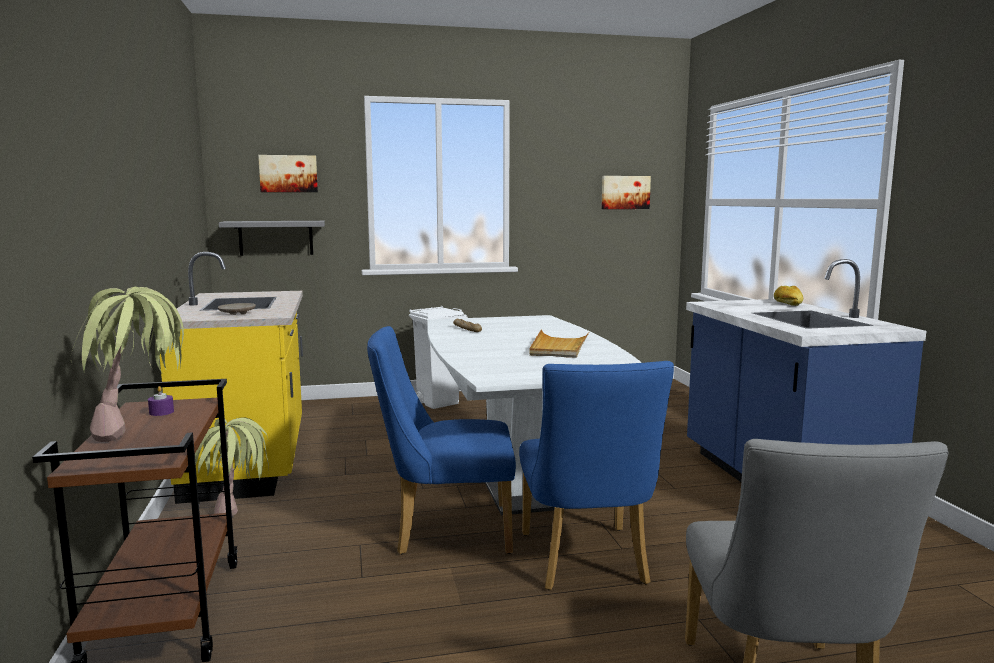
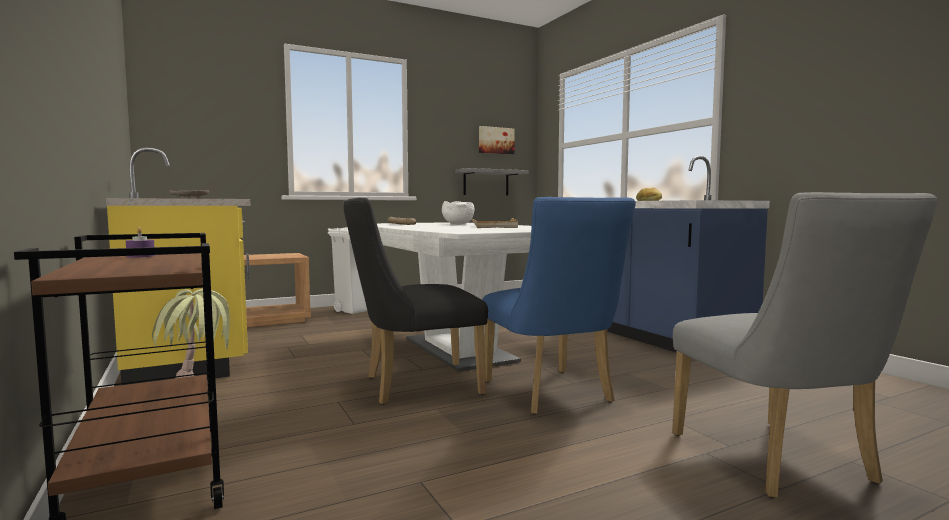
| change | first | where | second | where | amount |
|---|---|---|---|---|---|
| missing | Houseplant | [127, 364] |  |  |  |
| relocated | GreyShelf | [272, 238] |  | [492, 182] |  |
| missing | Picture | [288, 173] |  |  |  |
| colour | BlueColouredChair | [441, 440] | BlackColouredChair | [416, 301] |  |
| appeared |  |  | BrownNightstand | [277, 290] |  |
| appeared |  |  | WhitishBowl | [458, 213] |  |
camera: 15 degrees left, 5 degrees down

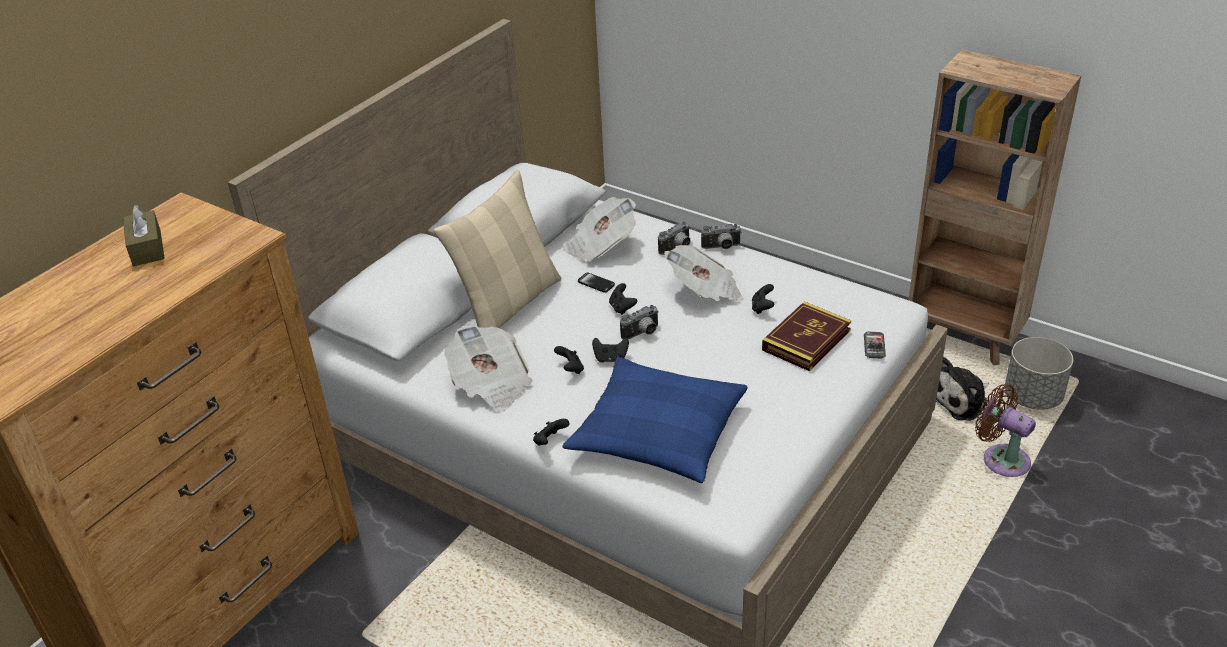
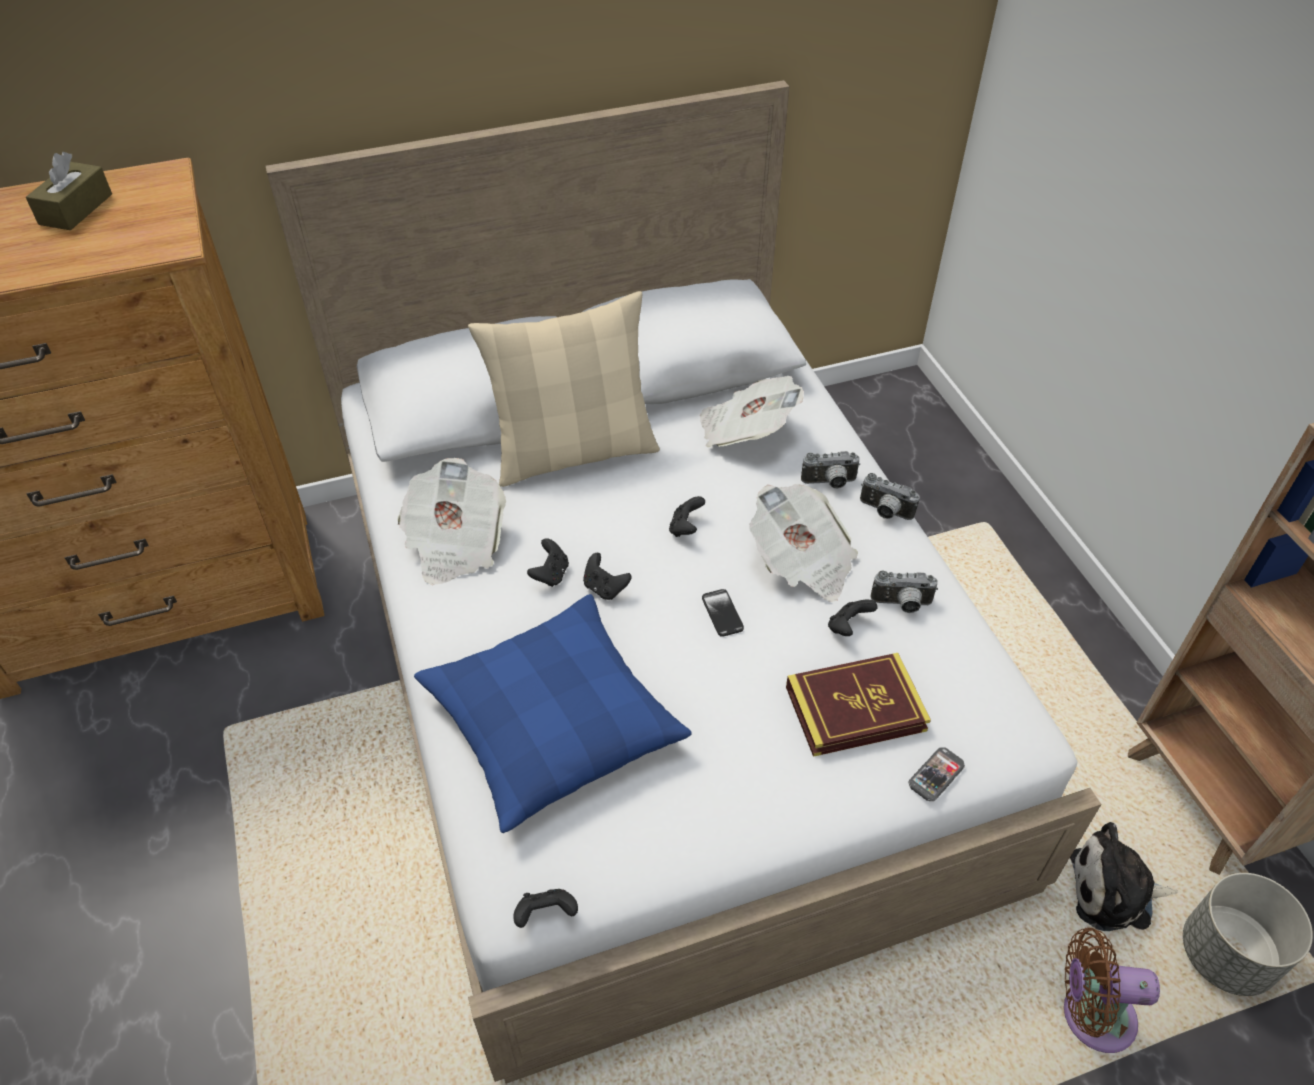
| change | first | where | second | where | amount |
|---|---|---|---|---|---|
| relocated | BlackColouredGameController | [551, 432] |  | [545, 908] |  |
| relocated | Telephone | [596, 283] |  | [723, 613] |  |
| relocated | PhotoCamera | [639, 322] |  | [904, 592] |  |
| spun | BrownFan | [1005, 430] |  | [1112, 990] | 75 degrees counterclockwise |
camera: 35 degrees right, 10 degrees up

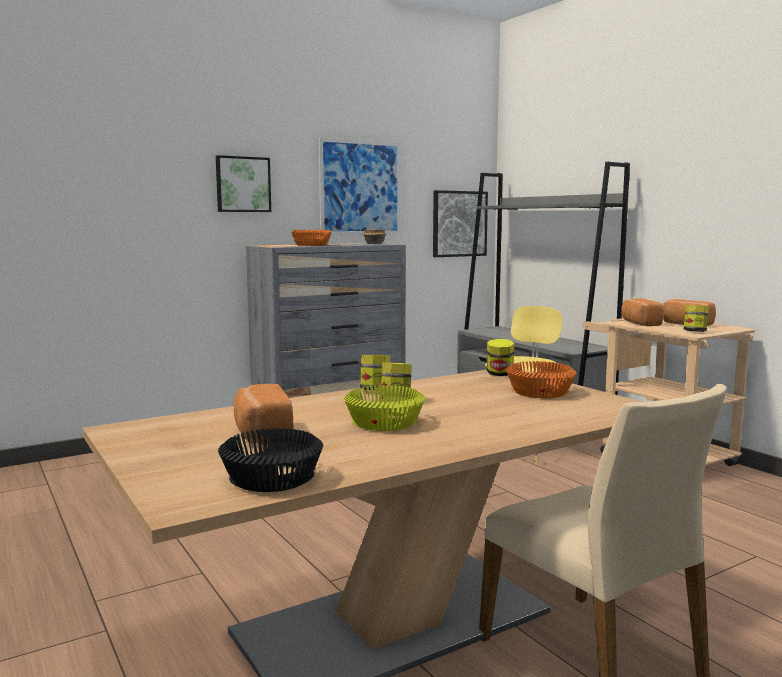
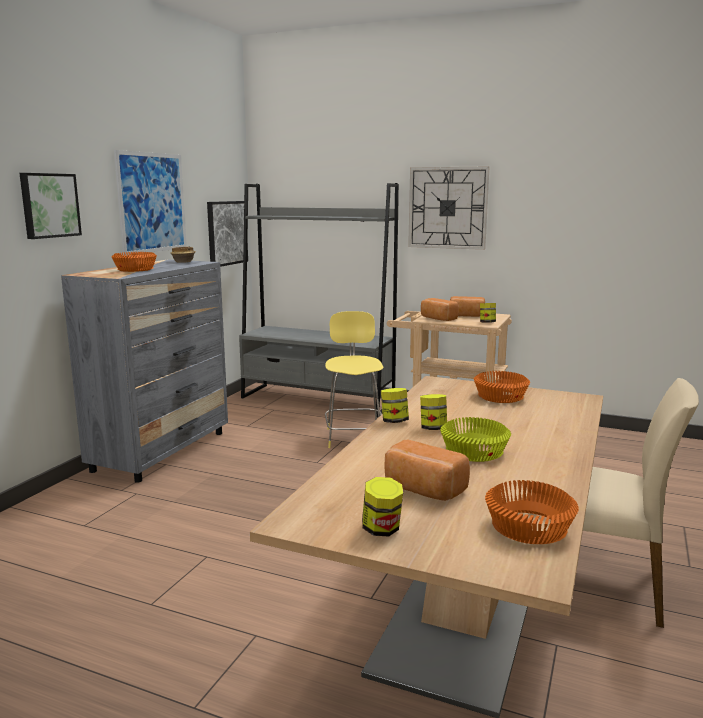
| change | first | where | second | where | amount |
|---|---|---|---|---|---|
| colour | BlackColouredBowl | [270, 460] | OrangeColouredBowl | [532, 512] |  |
| relocated | PreserveJar | [500, 357] |  | [382, 506] |  |
| appeared |  |  | WallClock | [448, 208] |  |
camera: 35 degrees left, 5 degrees up

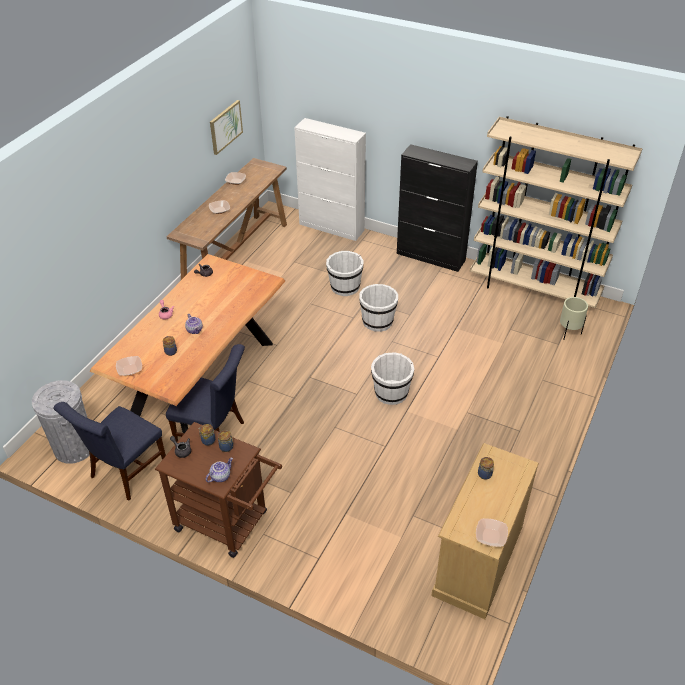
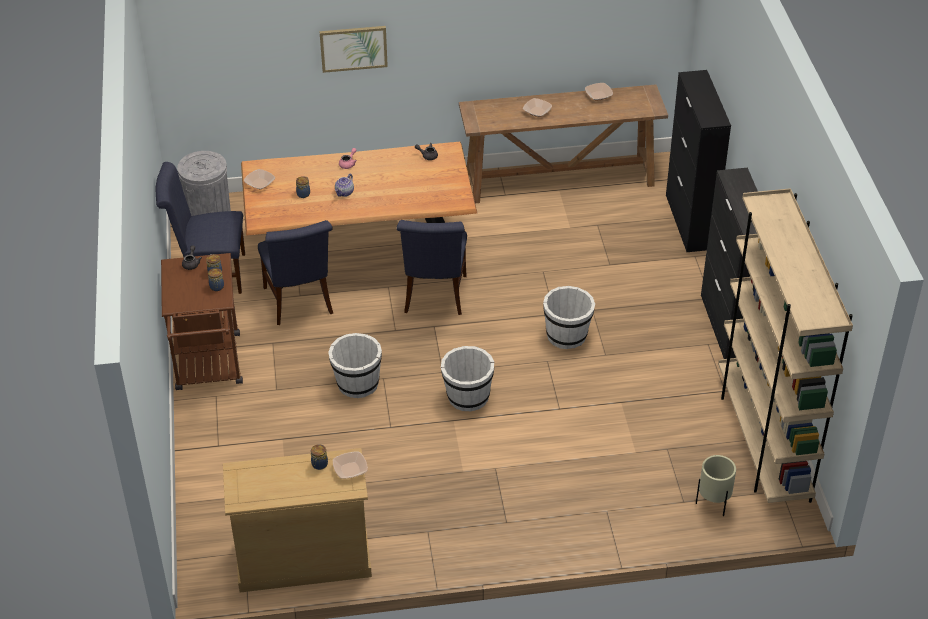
| change | first | where | second | where | amount |
|---|---|---|---|---|---|
| missing | PotForTea | [219, 470] |  |  |  |
| relocated | Picture | [226, 127] |  | [353, 49] |  |
| colour | WhitishCupboard | [330, 179] | BlackColouredCupboard | [698, 161] |  |
| relocated | WhitishBucket | [344, 273] |  | [355, 365] |  |
| relocated | Bowl | [492, 532] |  | [350, 465] |  |
| appeared |  |  | BlueColouredChair | [432, 267] |  |
camera: 55 degrees right, 0 degrees up

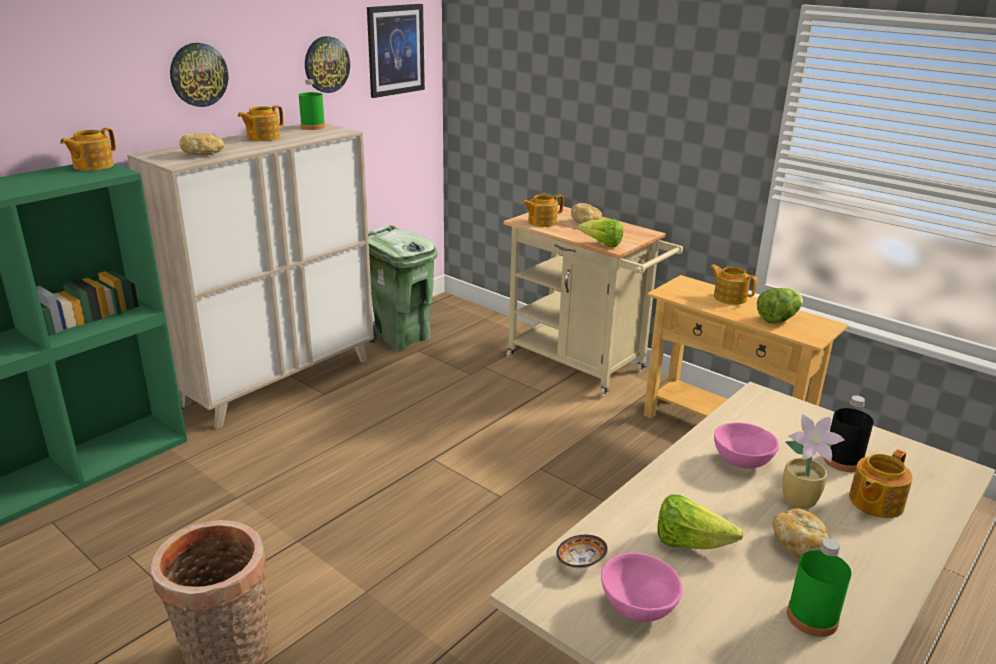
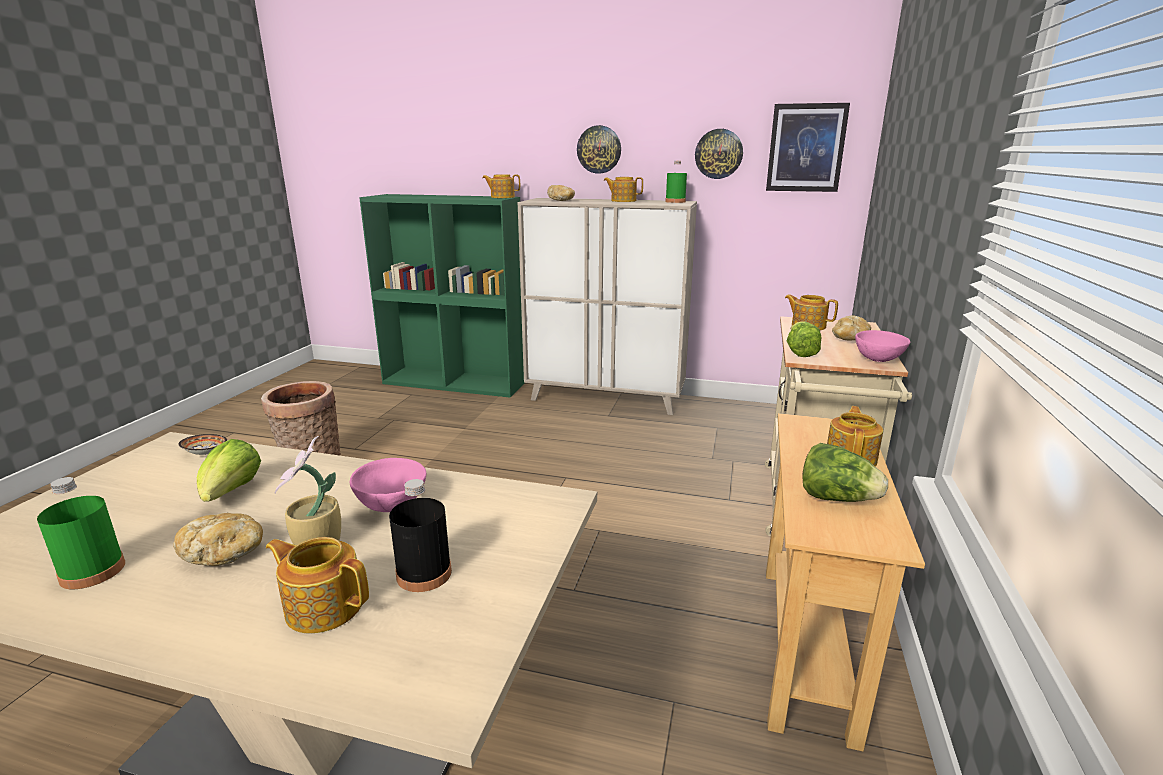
| change | first | where | second | where | amount |
|---|---|---|---|---|---|
| missing | GreenColouredTrashCan | [402, 288] |  |  |  |
| relocated | PinkColouredBowl | [641, 587] |  | [882, 346] |  |
camera: 65 degrees right, 5 degrees down

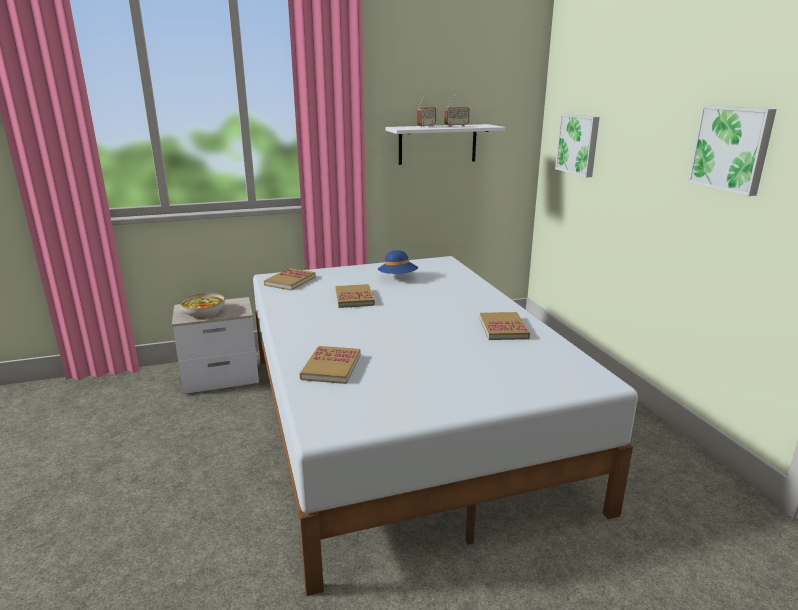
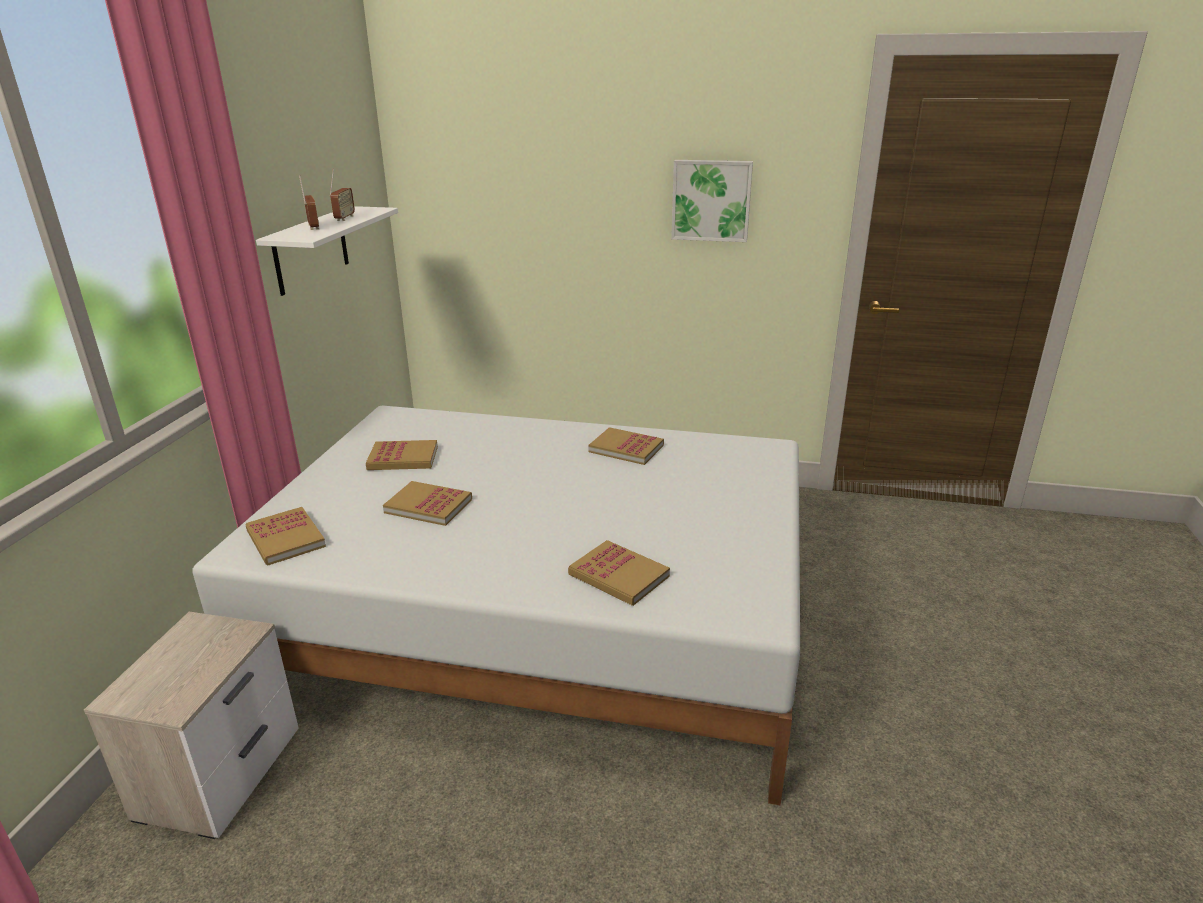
| change | first | where | second | where | amount |
|---|---|---|---|---|---|
| missing | Bowl | [202, 306] |  |  |  |
| exchanged | BlueColouredWearableHat | [398, 262] | BoundBook | [402, 455] |  |
| missing | Picture | [577, 146] |  |  |  |
camera: 60 degrees left, 5 degrees up

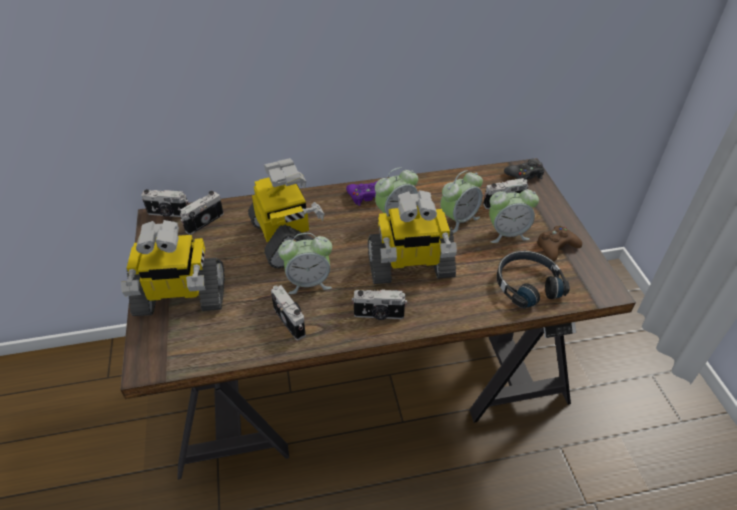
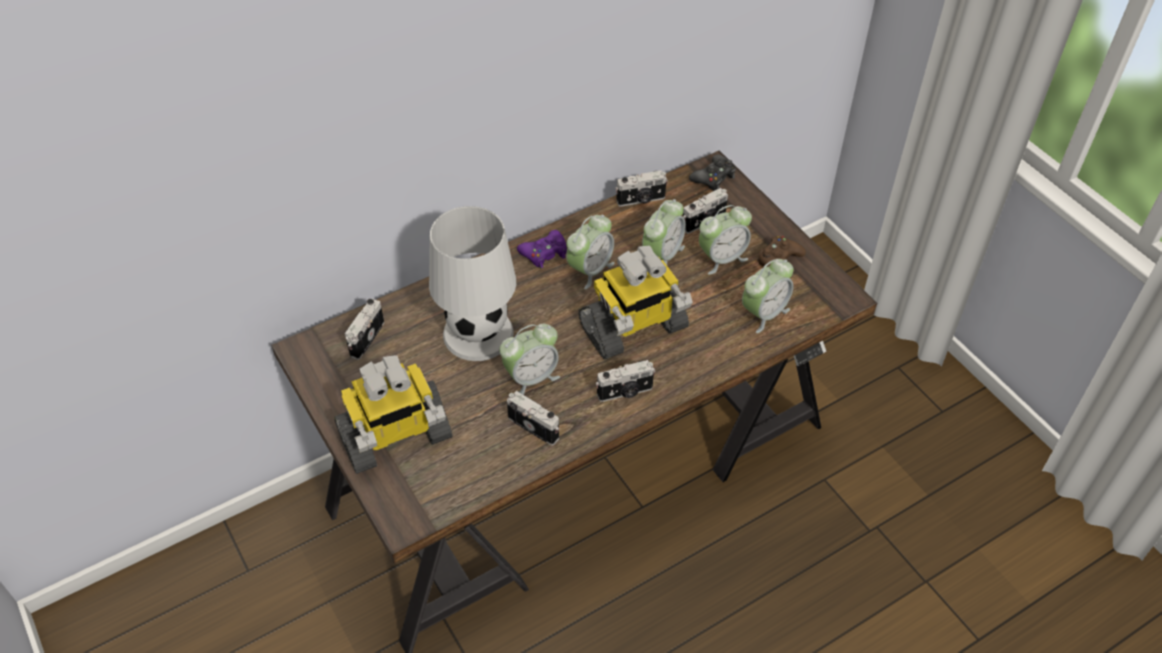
| change | first | where | second | where | amount |
|---|---|---|---|---|---|
| relocated | PhotoCamera | [164, 203] |  | [641, 188] |  |
| exchanged | RobotFigure | [286, 213] | WhitishLampForATable | [472, 283] |  |
| exchanged | BlackColouredHeadphones | [533, 280] | AlarmClock | [768, 296] |  |
camera: 20 degrees left, 5 degrees up

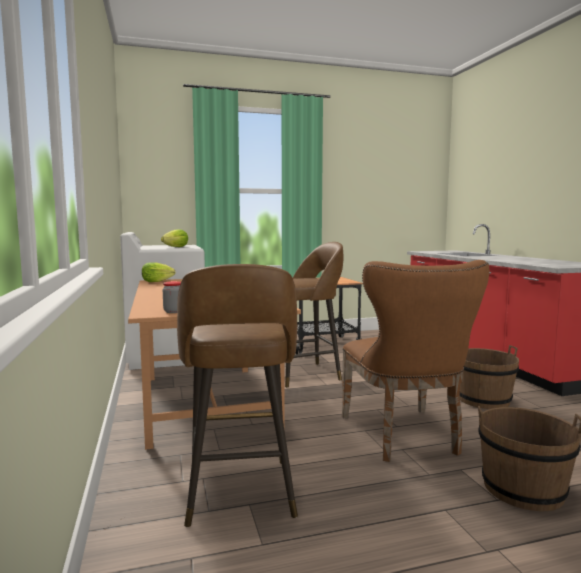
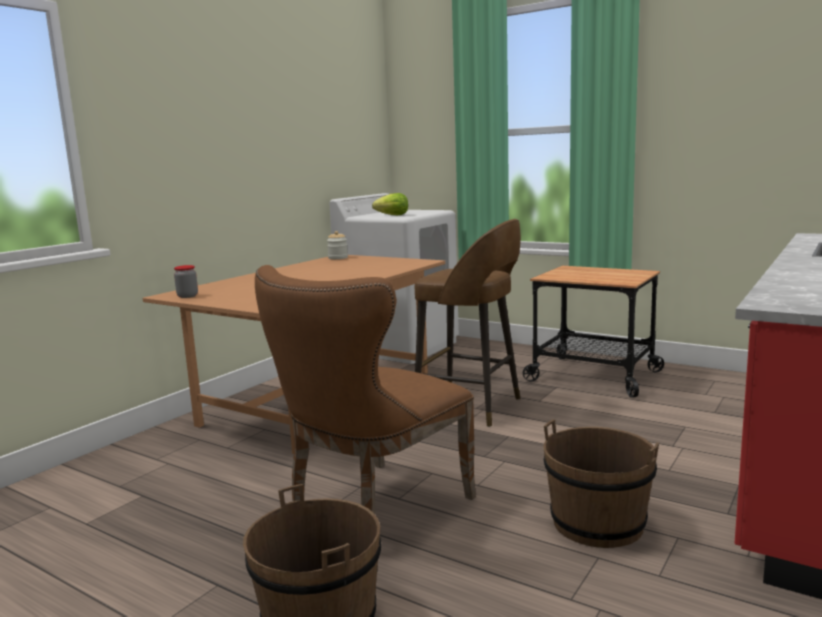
| change | first | where | second | where | amount |
|---|---|---|---|---|---|
| exchanged | Lettuce | [158, 272] | PreserveJar | [337, 245] |  |
| missing | BrownStoolSeat | [237, 395] |  |  |  |
camera: 50 degrees right, 5 degrees up

